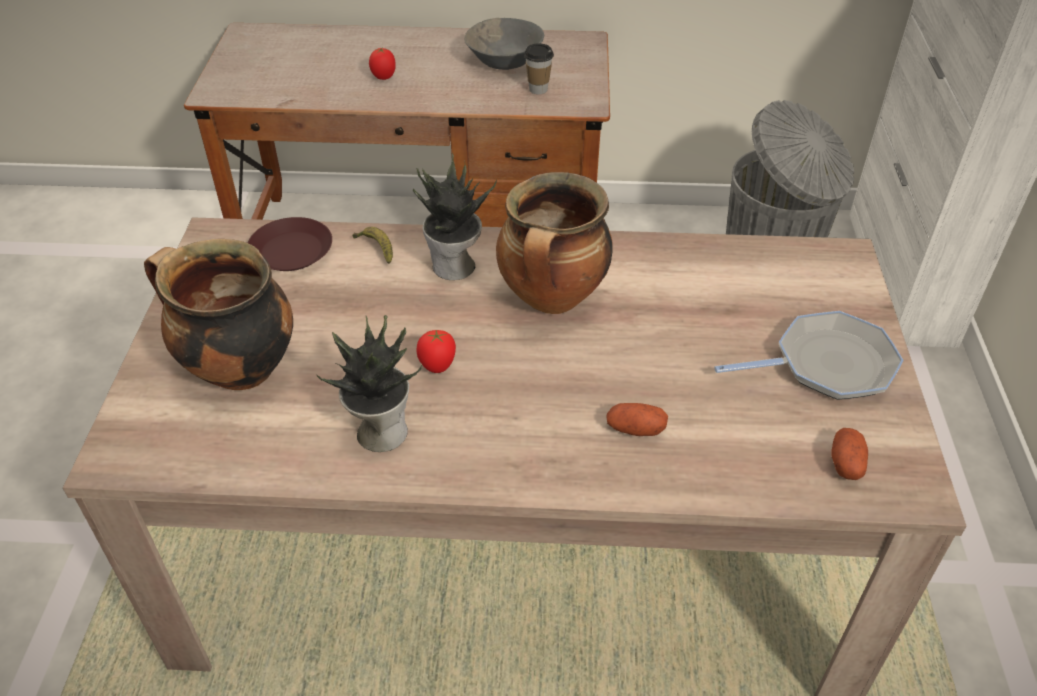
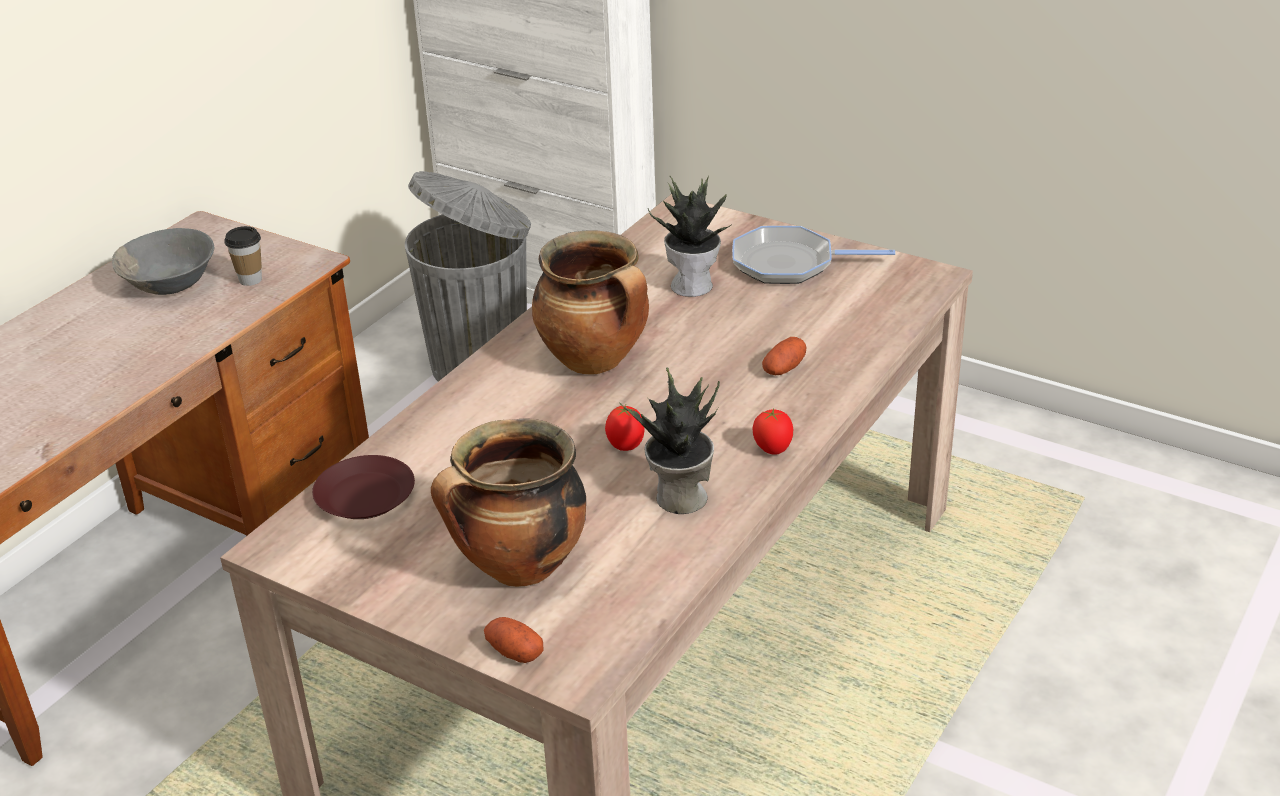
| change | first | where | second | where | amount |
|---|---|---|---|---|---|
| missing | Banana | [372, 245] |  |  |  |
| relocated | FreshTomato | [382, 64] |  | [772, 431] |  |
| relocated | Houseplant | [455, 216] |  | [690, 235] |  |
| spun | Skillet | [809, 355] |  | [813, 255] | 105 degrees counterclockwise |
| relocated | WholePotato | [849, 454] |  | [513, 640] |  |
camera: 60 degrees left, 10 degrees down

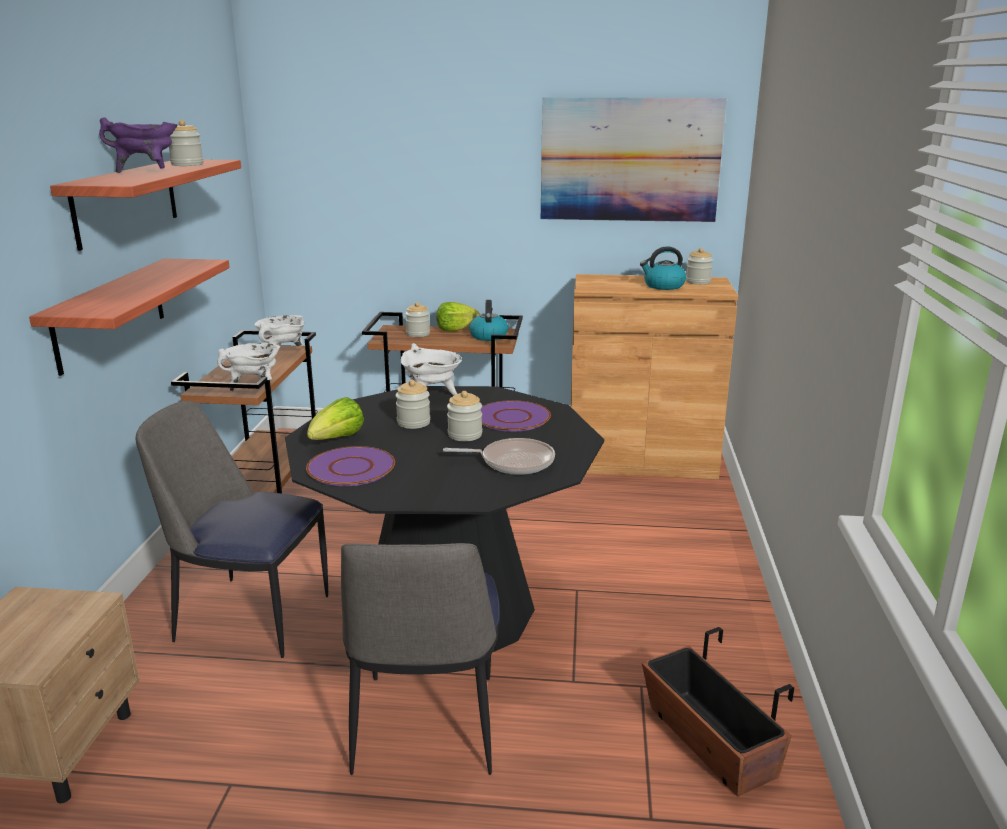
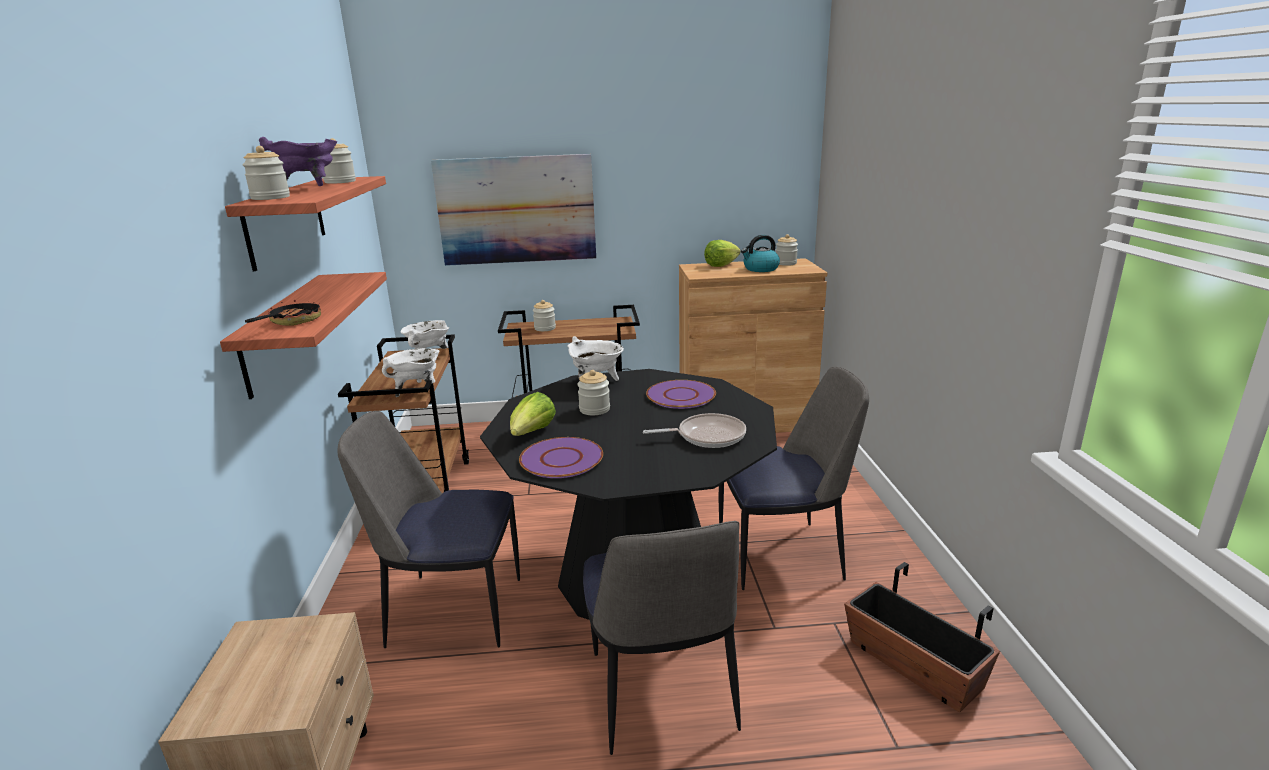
| change | first | where | second | where | amount |
|---|---|---|---|---|---|
| relocated | Lettuce | [458, 316] |  | [722, 253] |  |
| relocated | PreserveJar | [464, 416] |  | [266, 173] |  |
| missing | WaterKettle | [488, 320] |  |  |  |
| relocated | Picture | [634, 159] |  | [513, 210] |  |
| appeared |  |  | Skillet | [283, 313] |  |
| appeared |  |  | Chair | [794, 478] |  |
camera: 10 degrees left, 0 degrees up

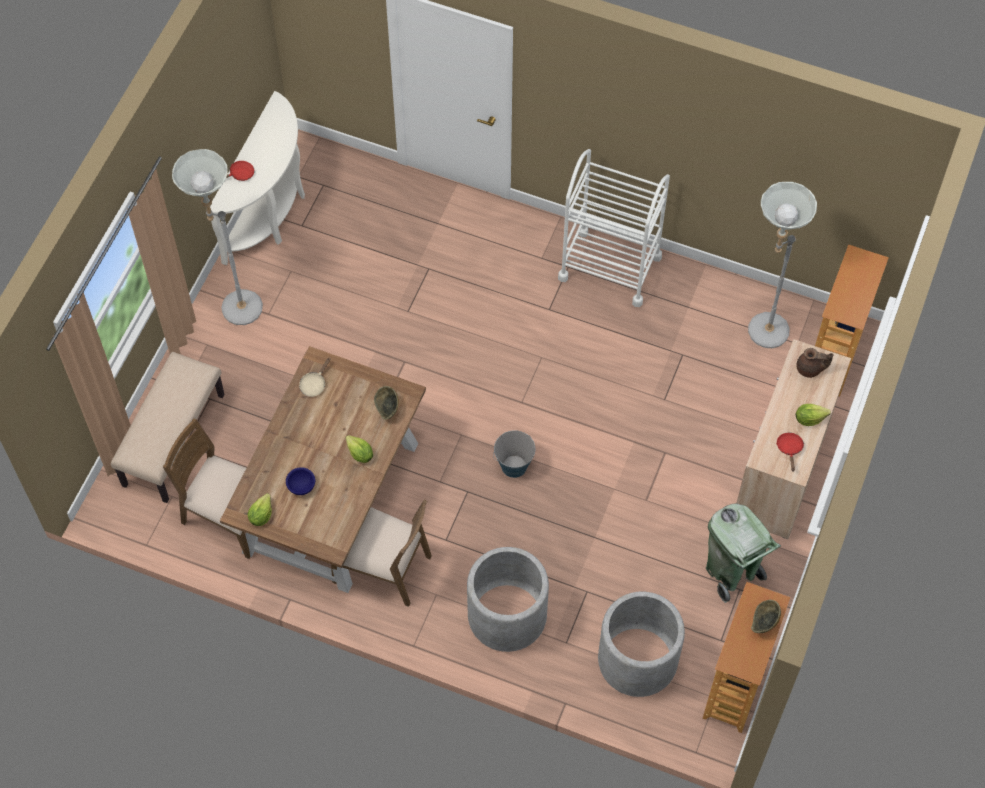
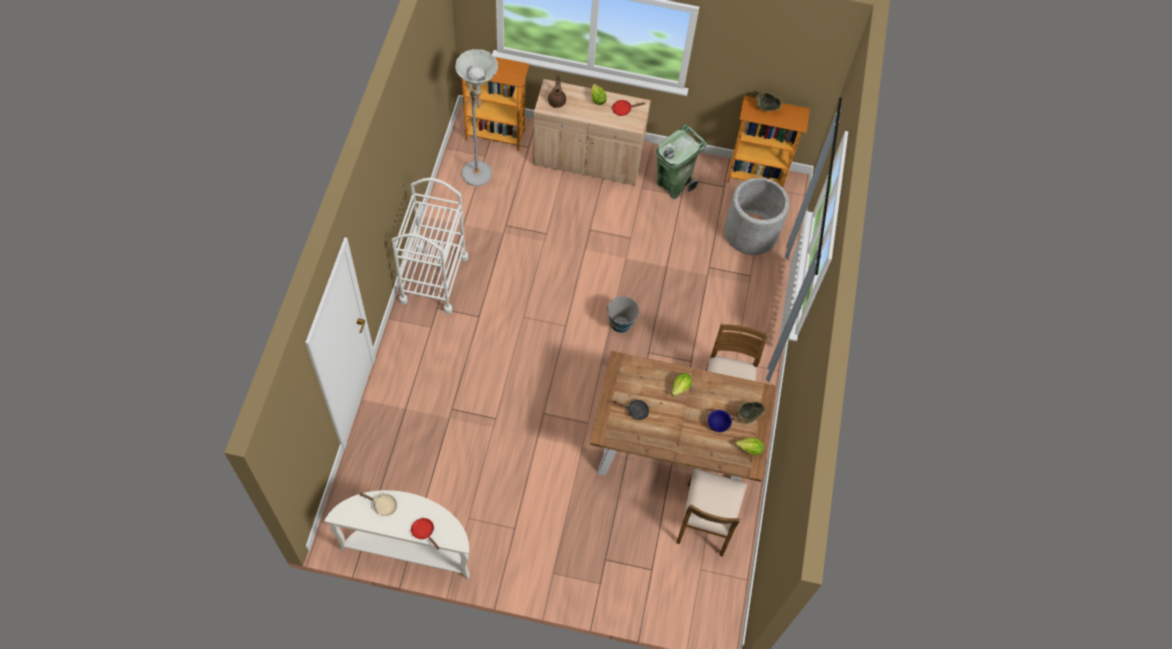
| change | first | where | second | where | amount |
|---|---|---|---|---|---|
| missing | BeigeColouredLongSeat | [168, 427] |  |  |  |
| missing | GreyFloorLamp | [217, 237] |  |  |  |
| relocated | BeigeColouredSkillet | [314, 377] |  | [378, 504] |  |
| relocated | Bowl | [386, 403] |  | [751, 412] |  |
| missing | GreyPlantPot | [508, 599] |  |  |  |
| appeared |  |  | BlackColouredSkillet | [631, 410] |  |
camera: 105 degrees left, 0 degrees up

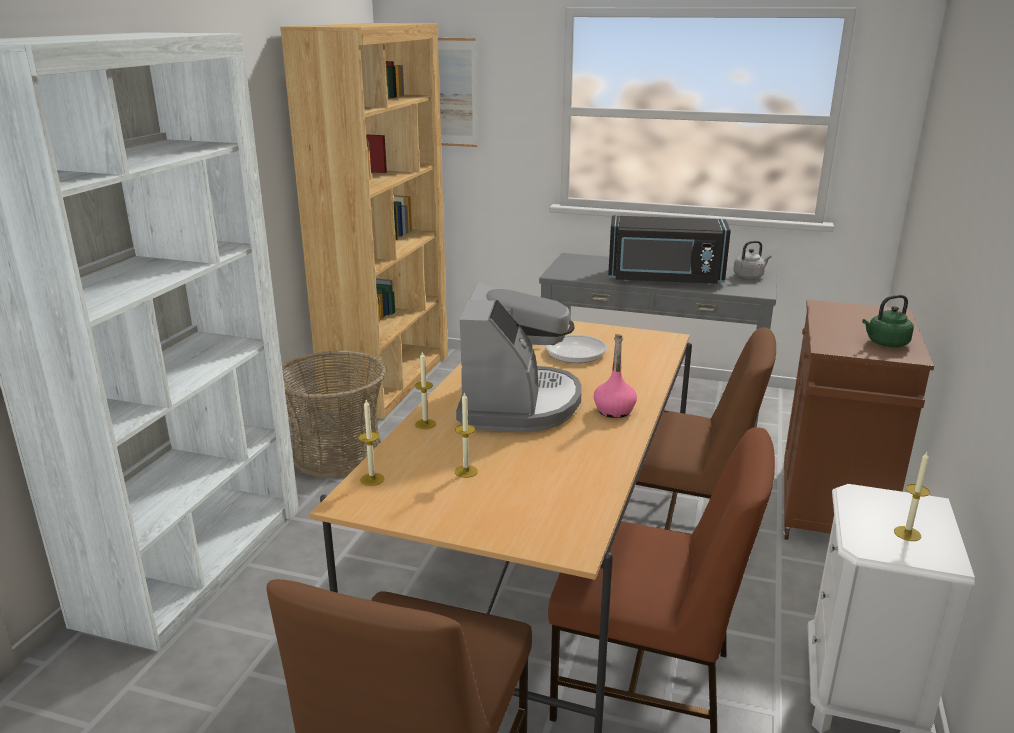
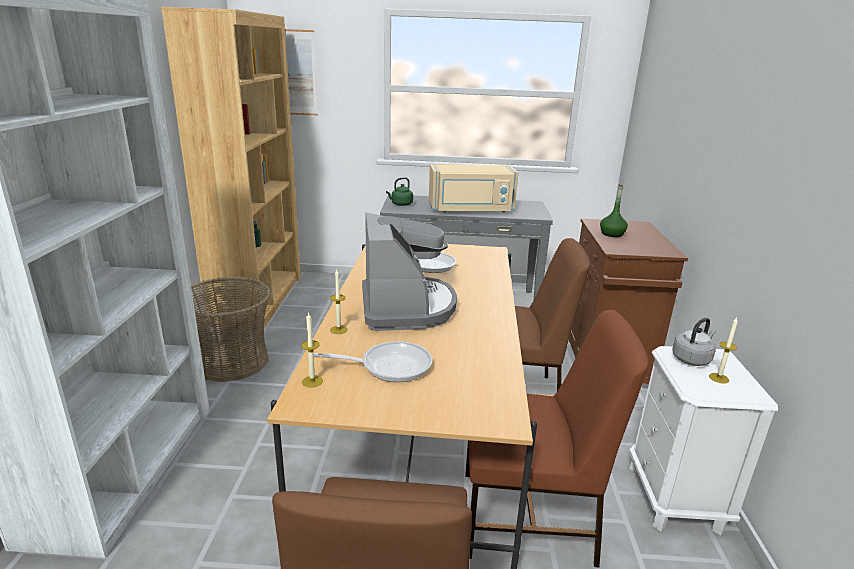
| change | first | where | second | where | amount |
|---|---|---|---|---|---|
| exchanged | WaxCandle | [466, 435] | Skillet | [373, 361] |  |
| missing | PinkColouredBeverageBottle | [615, 376] |  |  |  |
| colour | BlackColouredKitchenMicrowave | [669, 250] | BeigeColouredKitchenMicrowave | [473, 188] |  |
| relocated | GreyWaterKettle | [752, 260] |  | [694, 342] |  |
| relocated | GreenColouredWaterKettle | [888, 321] |  | [399, 191] |  |
| appeared |  |  | GreenColouredBeverageBottle | [614, 210] |  |
camera: 15 degrees left, 0 degrees up

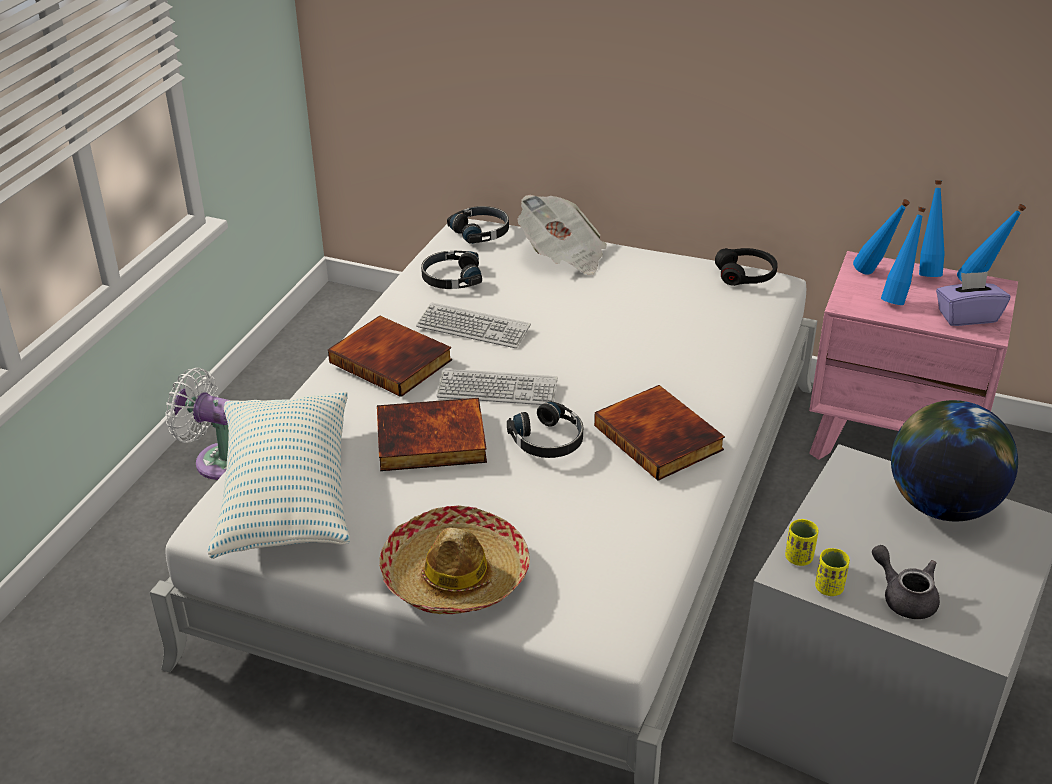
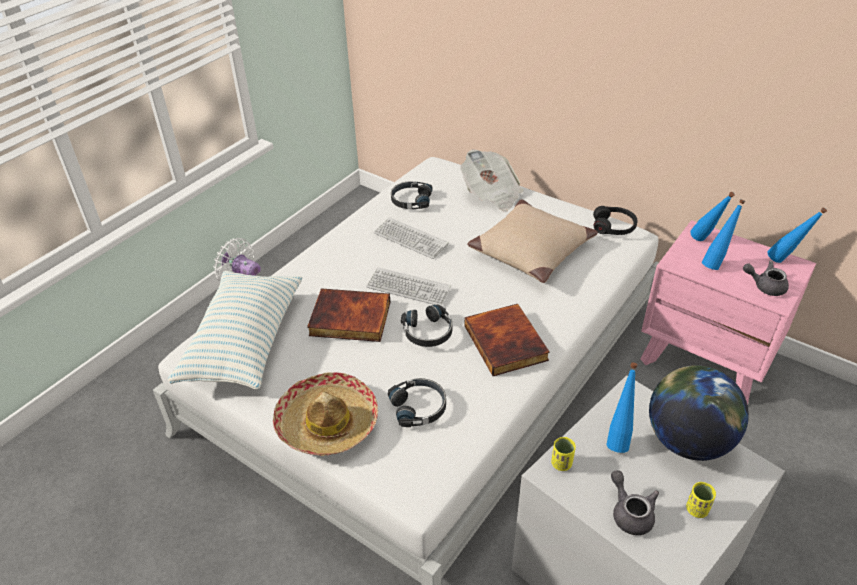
| change | first | where | second | where | amount |
|---|---|---|---|---|---|
| missing | BoundBook | [390, 356] |  |  |  |
| relocated | BlackColouredHeadphones | [478, 225] |  | [417, 402] |  |
| relocated | YellowishCup | [832, 572] |  | [701, 500] |  |
| relocated | BlueColouredBeverageBottle | [932, 228] |  | [622, 408] |  |
| exchanged | PurpleColouredTissueHolder | [973, 299] | GreyPotForTea | [766, 278] |  |
| appeared |  |  | BeigeColouredPillow | [533, 241] |  |
camera: 15 degrees right, 5 degrees up

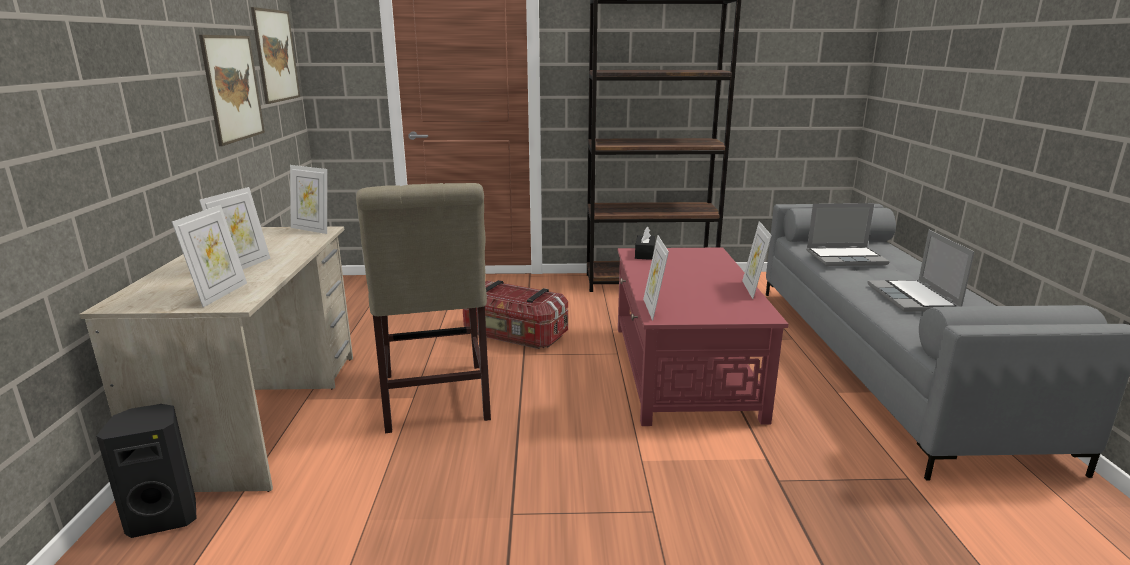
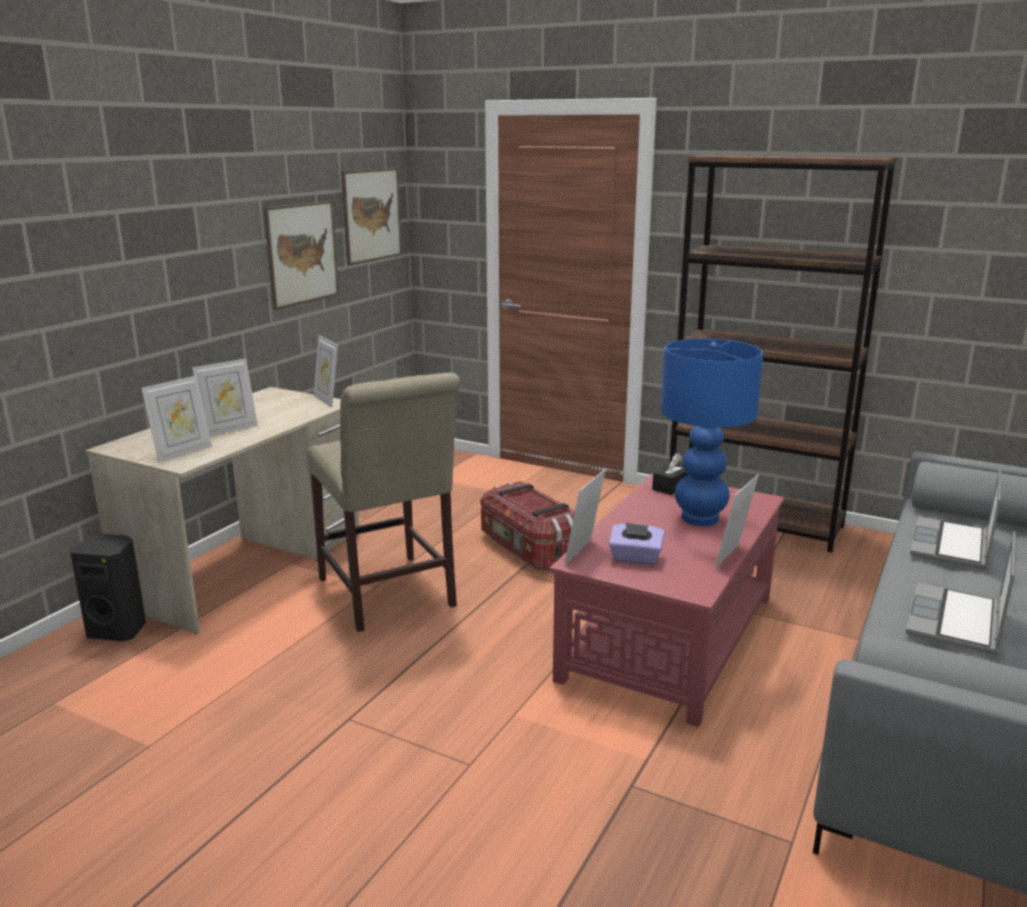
| change | first | where | second | where | amount |
|---|---|---|---|---|---|
| spun | BeigeColouredChair | [423, 308] |  | [383, 502] | 45 degrees counterclockwise |
| spun | Laptop | [848, 234] |  | [955, 519] | 90 degrees clockwise |
| appeared |  |  | PurpleColouredTissueHolder | [636, 543] |  |
| appeared |  |  | BlueColouredLampForATable | [712, 432] |  |
camera: 30 degrees right, 0 degrees up

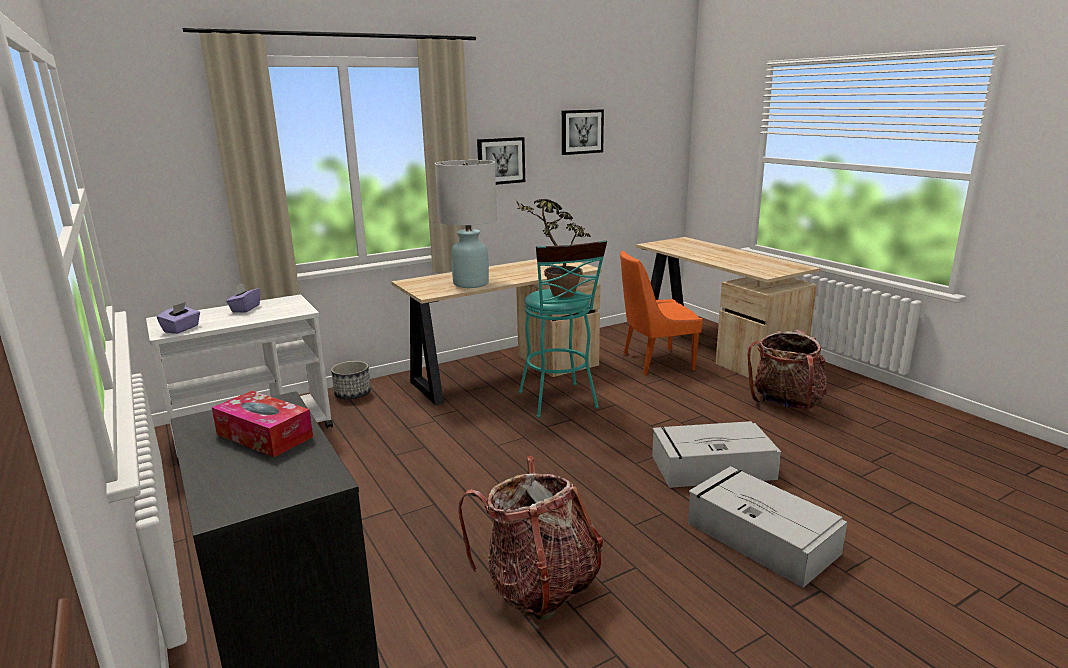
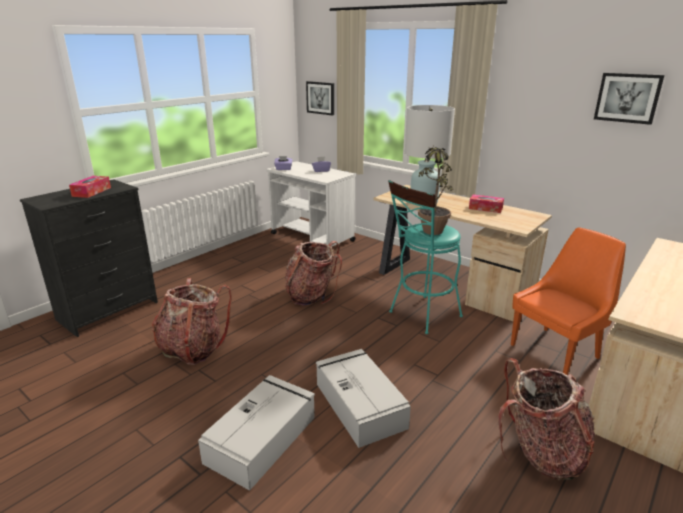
| change | first | where | second | where | amount |
|---|---|---|---|---|---|
| missing | PlantPot | [351, 380] |  |  |  |
| relocated | Picture | [501, 161] |  | [320, 98] |  |
| spun | OrangeColouredChair | [661, 312] |  | [568, 301] | 90 degrees clockwise |
| appeared |  |  | Backpack | [313, 273] |  |
| appeared |  |  | TissueHolder | [486, 203] |  |
camera: 70 degrees right, 5 degrees up

